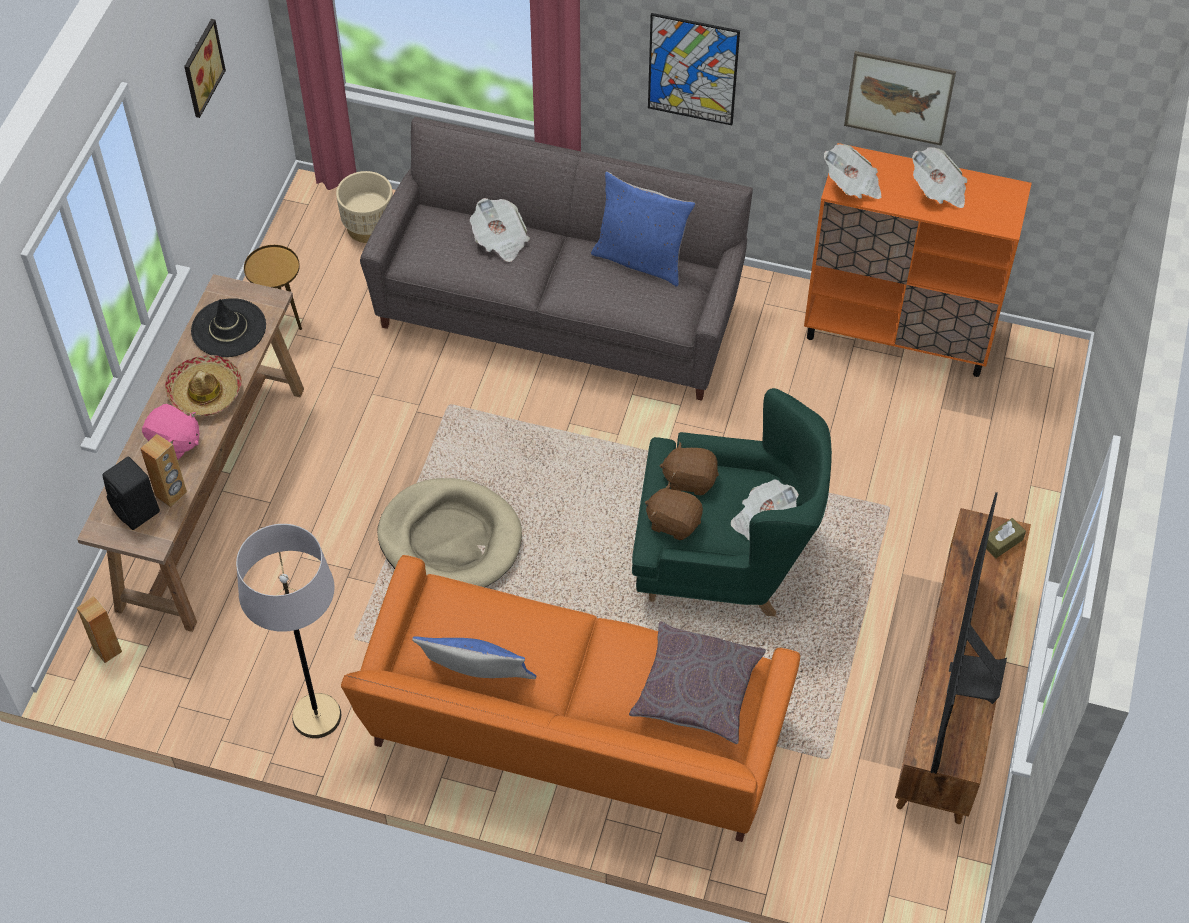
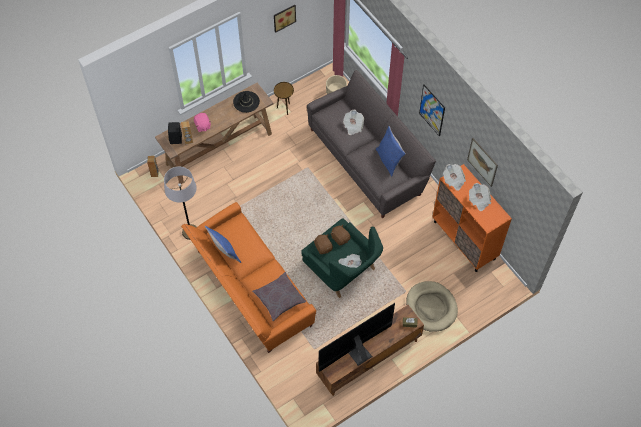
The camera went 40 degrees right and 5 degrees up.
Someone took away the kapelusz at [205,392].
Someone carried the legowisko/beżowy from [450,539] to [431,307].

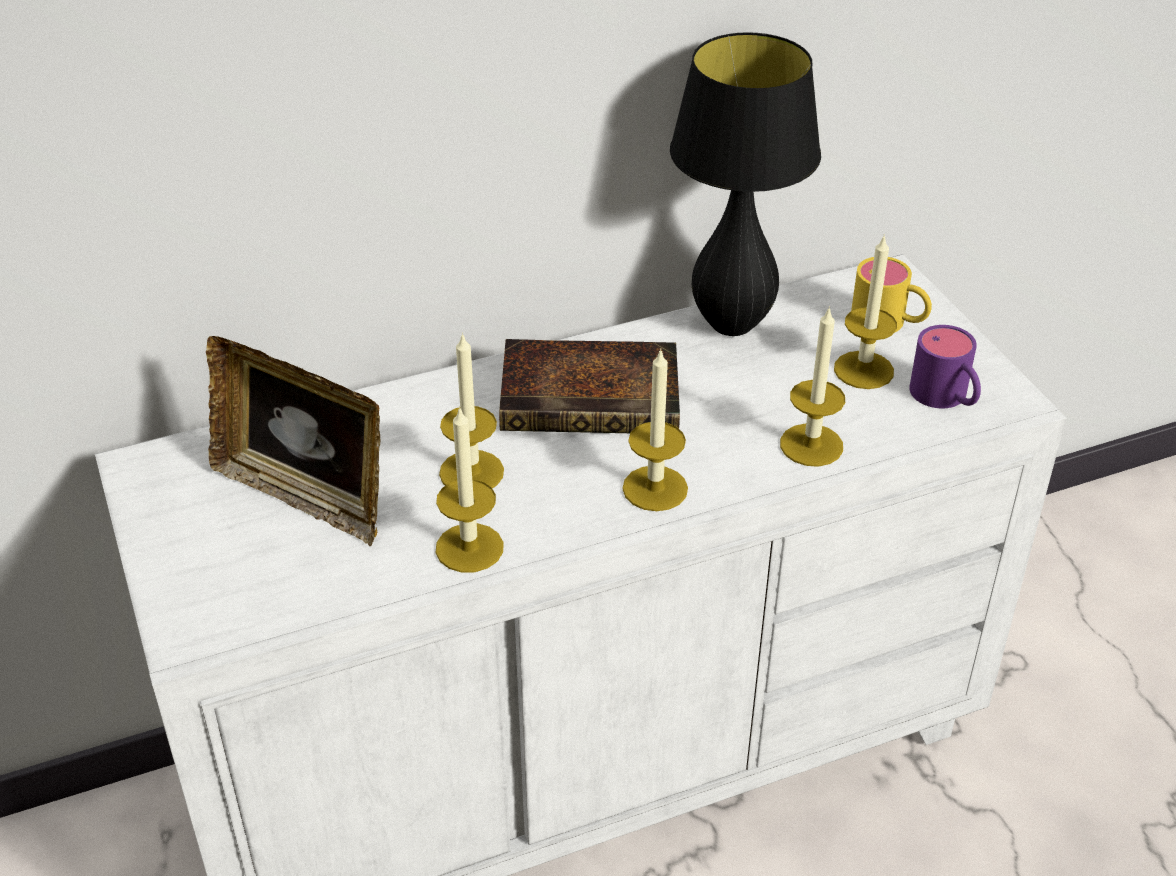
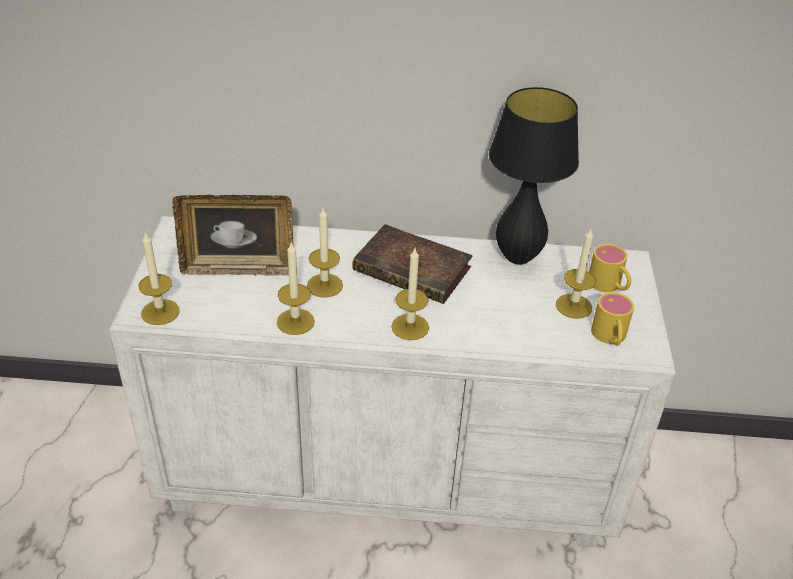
The camera went 25 degrees right and 0 degrees up.
Someone carried the świeca from [811,445] to [160,312].
Someone repainted the kubek/fioletowy at [946,398], which became the kubek/żółty at [610,337].
Someone rotated the ramka na zdjęcie at [304,495] by 60 degrees counterclockwise.

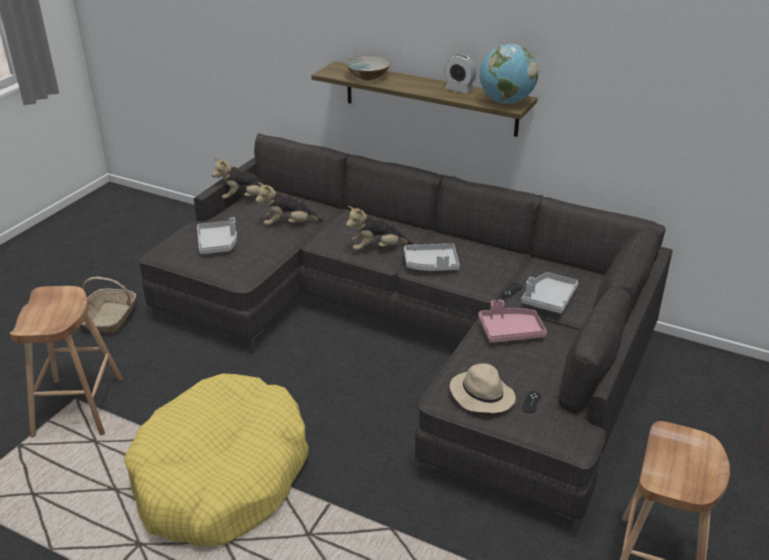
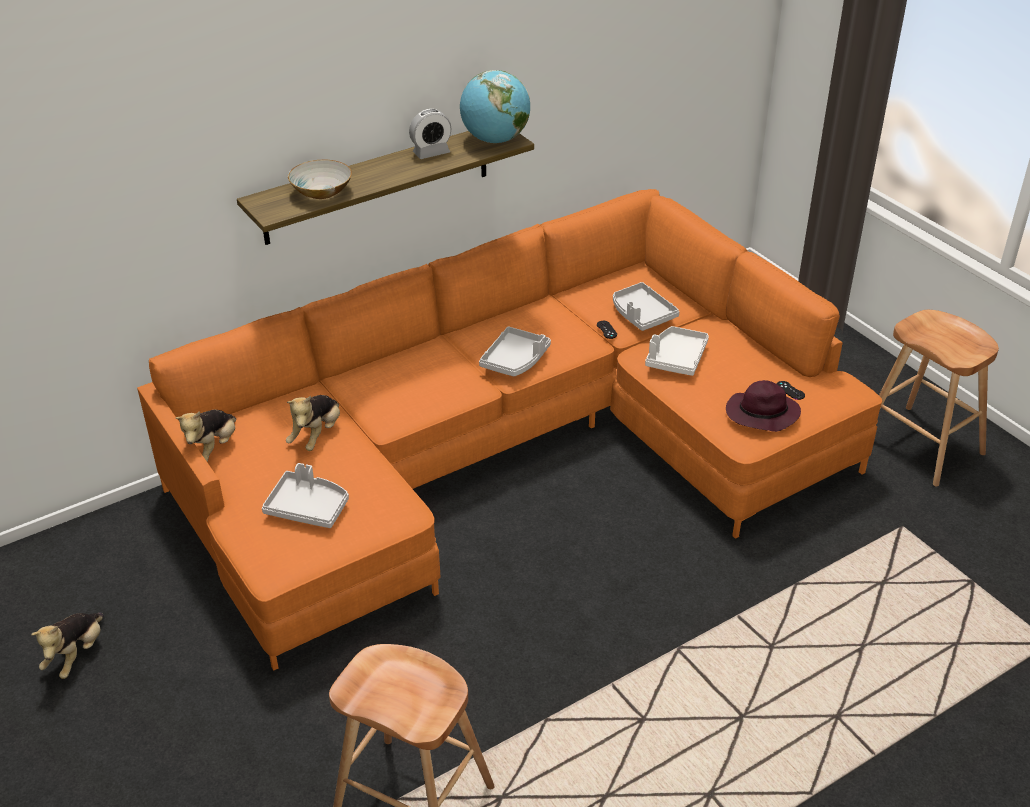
The camera went 60 degrees left and 5 degrees up.
Someone repainted the kanapa/szary at [413,334], which became the kanapa/pomarańczowy at [511,453].
Someone carried the pluszak from [377,249] to [76,655].
Someone took away the koszyk at [110,318].
Someone repainted the taca/różowy at [510,331], which became the taca/biały at [676,358].
Someone repainted the kapelusz/beżowy at [481,395], which became the kapelusz/fioletowy at [761,414].
Someone took away the legowisko/żółty at [221,476].

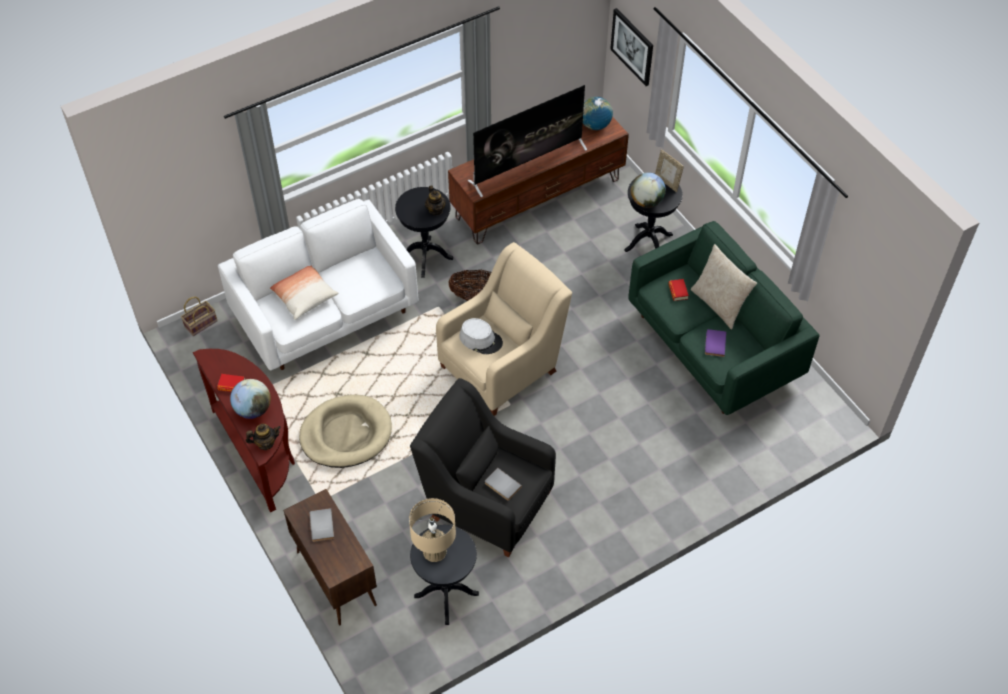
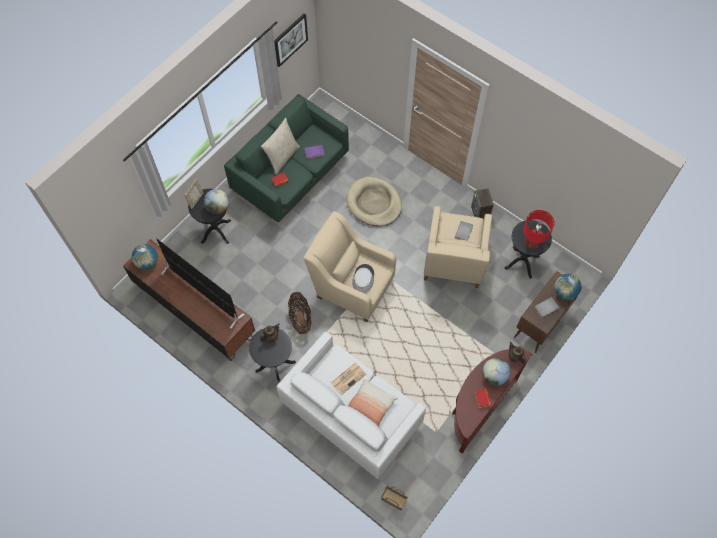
The camera went 110 degrees left and 10 degrees up.
Someone carried the obraz from [632,46] to [290,39].
Someone repainted the fotel/czarny at [486,501], which became the fotel/beżowy at [453,262].
Someone carried the legowisko/beżowy from [346,434] to [374,203].
Someone repainted the lampa stołowa/beżowy at [434,551], which became the lampa stołowa/czerwony at [532,242].
Someone put down the głośnik at [480,213].
Someone put down the globus at [565,292].
Someone put down the gazeta at [348,378].

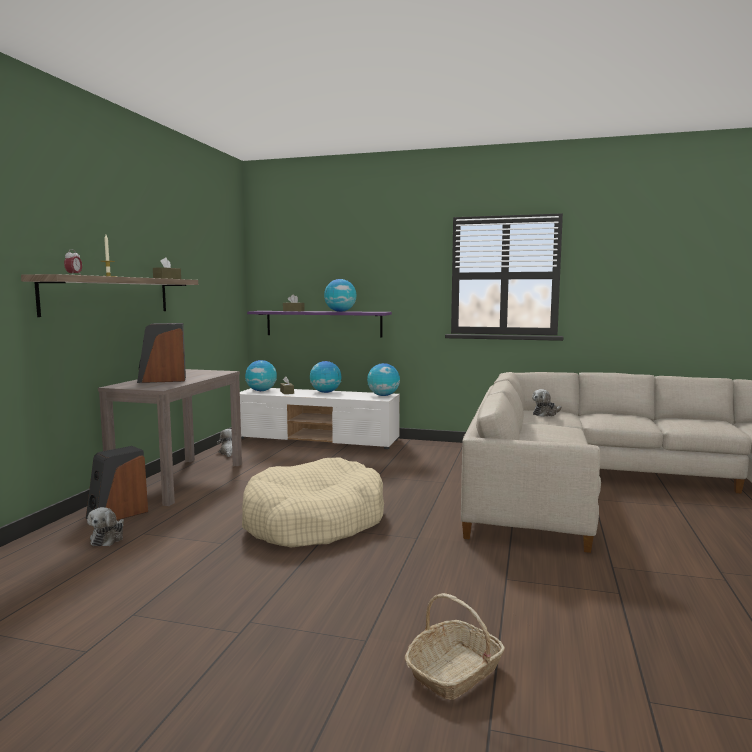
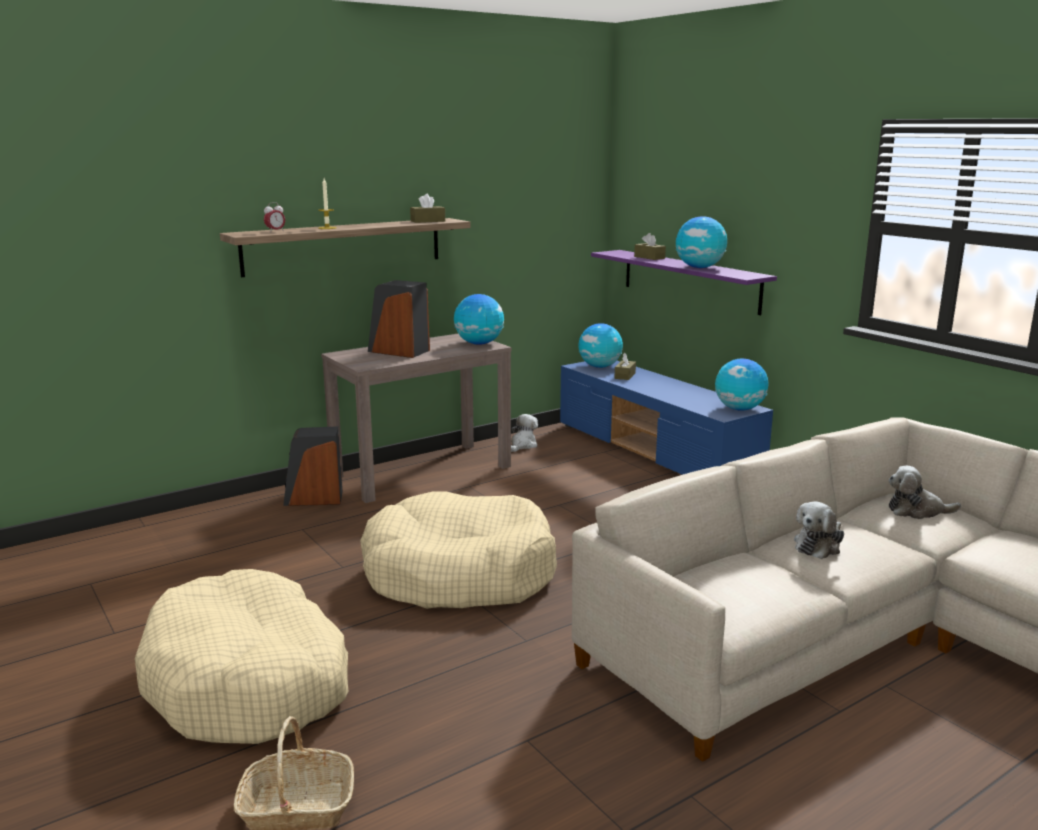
The camera went 40 degrees right and 10 degrees up.
Someone carried the globus from [325,392] to [479,343].
Someone repainted the szafka pod telewizor/biały at [318,439], which became the szafka pod telewizor/niebieski at [656,451].
Someone carried the pluszak from [108,538] to [819,545].
Someone put down the legowisko/beżowy at [249,681].

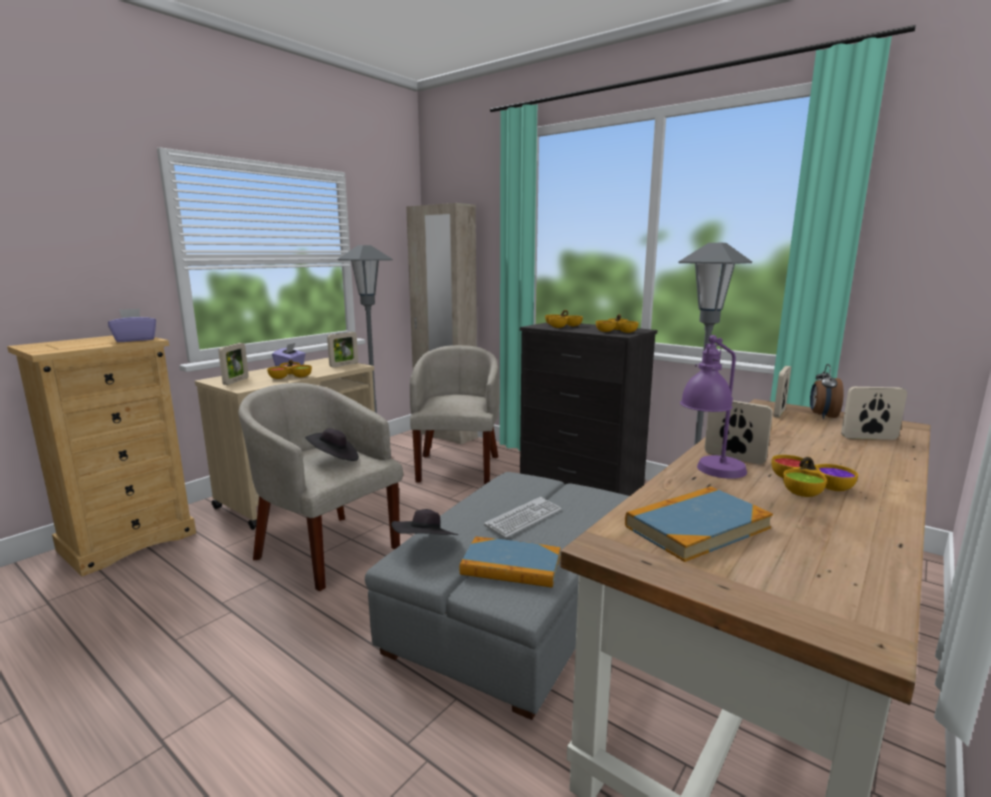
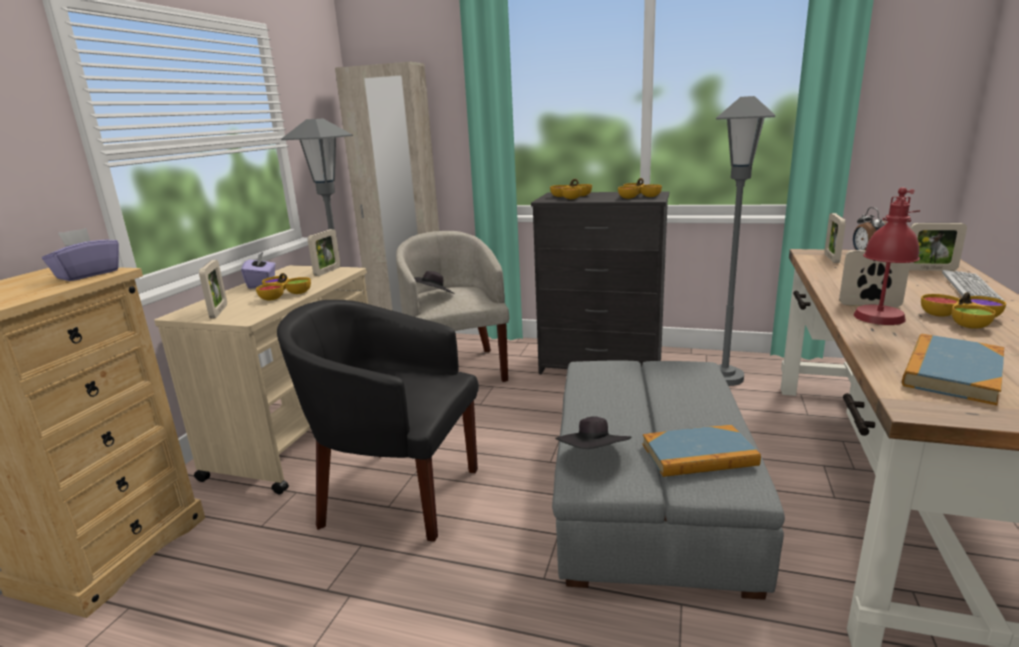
The camera went 20 degrees left and 5 degrees up.
Someone repainted the lampa stołowa/fioletowy at [710,474], which became the lampa stołowa/czerwony at [879,323].
Someone repainted the fotel/beżowy at [326,549], which became the fotel/czarny at [395,493].
Someone rotated the ramka na zdjęcie at [869,438] by 150 degrees counterclockwise.
Someone carried the kapelusz/czarny from [334,459] to [434,296].
Someone carried the klawiatura from [524,518] to [970,287].

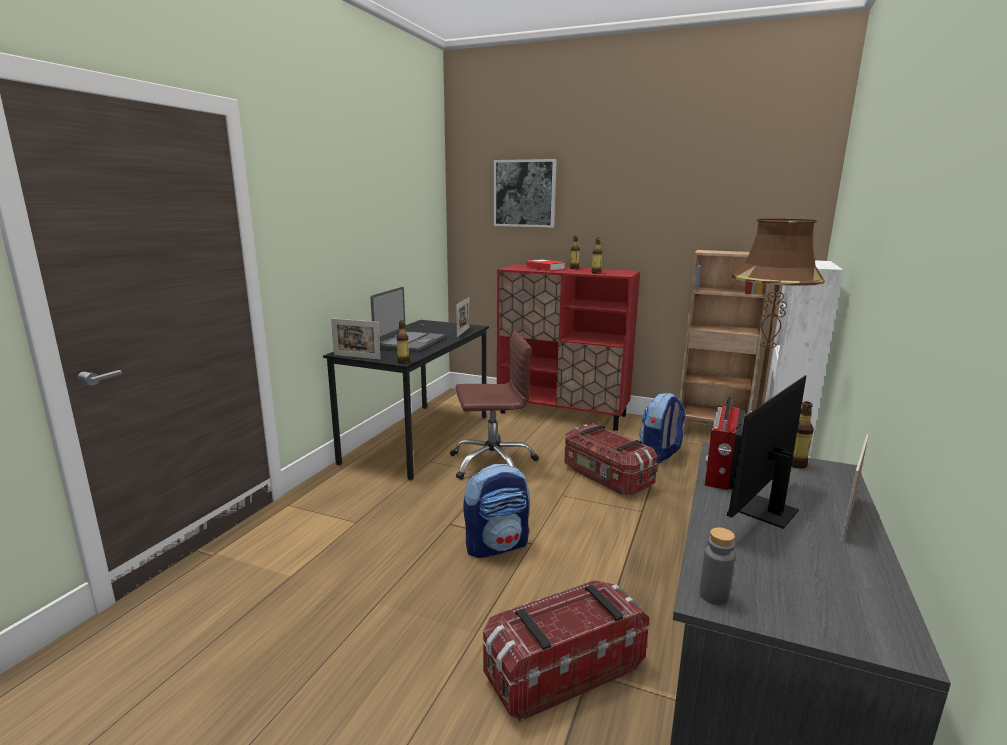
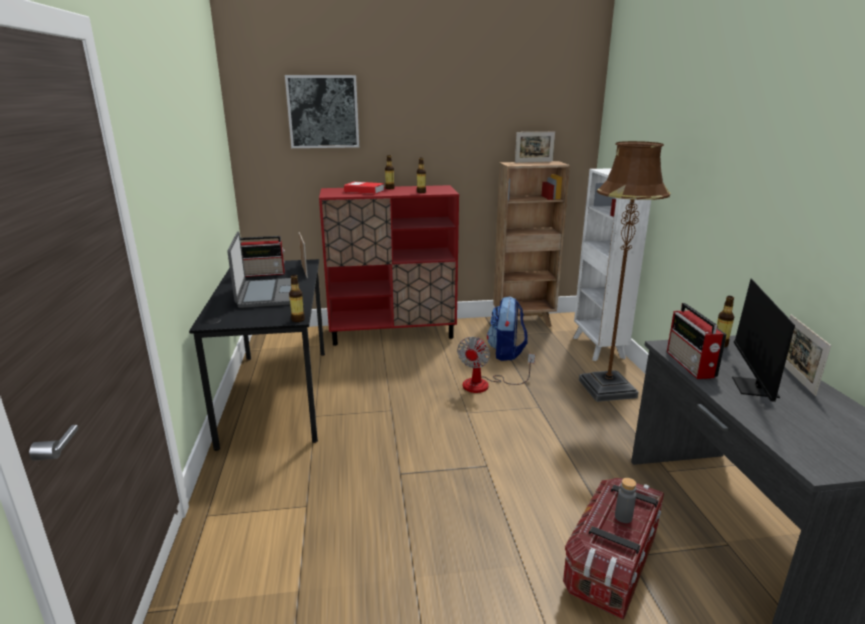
The camera went 30 degrees left and 5 degrees up.
Someone carried the ramka na zdjęcie from [357,357] to [534,162].
Someone took away the krzesło biurowe/brązowy at [492,463].
Someone swapped the pojemnik do przechowywania at [605,477] for the wentylator at [485,385].
Someone took away the plecak at [497,545].
Someone carried the butelka/szary from [713,595] to [623,517].
Someone put down the radio at [264,273].

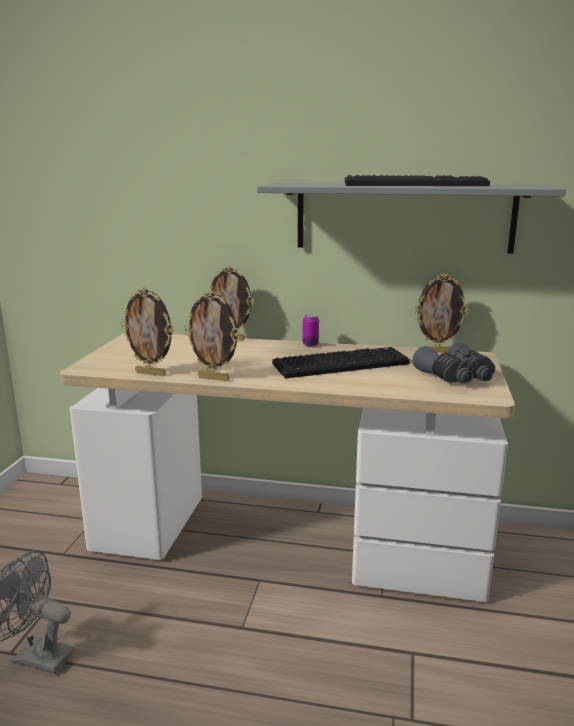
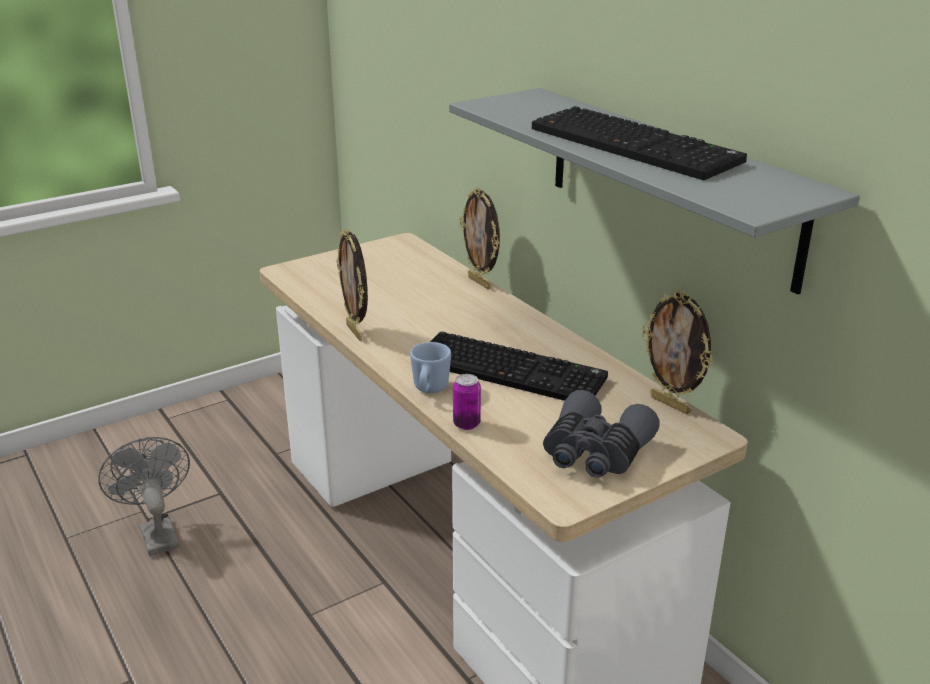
The camera went 45 degrees right and 10 degrees up.
Someone took away the ramka na zdjęcie at [151,373].
Someone carried the puszka from [310,345] to [466,424].
Someone put down the kubek/niebieski at [429,390].

